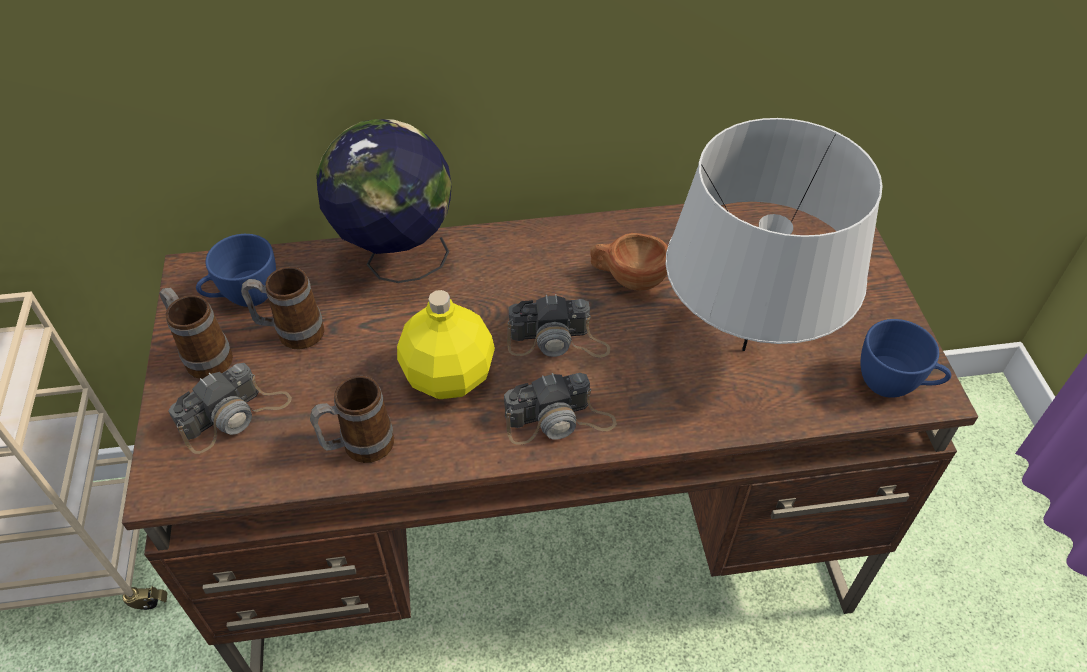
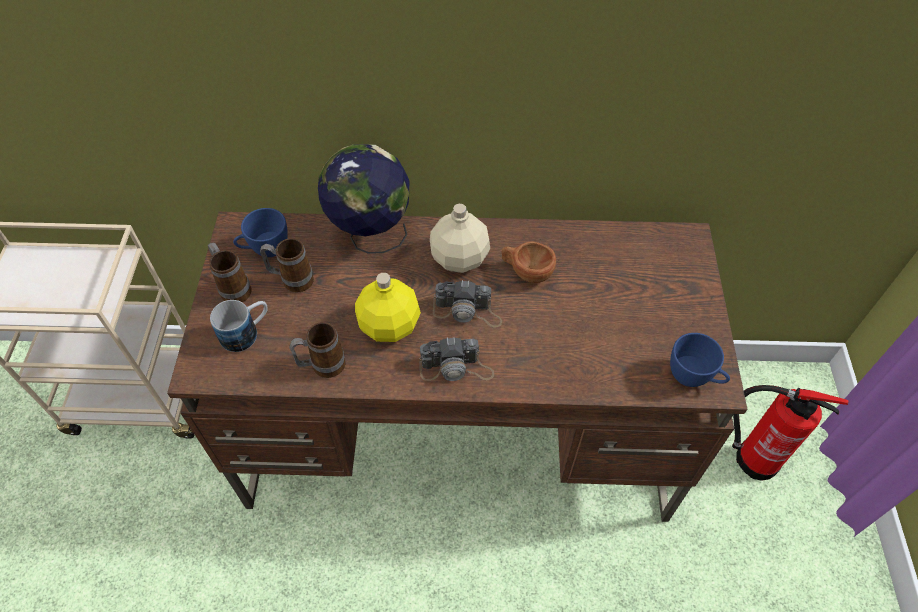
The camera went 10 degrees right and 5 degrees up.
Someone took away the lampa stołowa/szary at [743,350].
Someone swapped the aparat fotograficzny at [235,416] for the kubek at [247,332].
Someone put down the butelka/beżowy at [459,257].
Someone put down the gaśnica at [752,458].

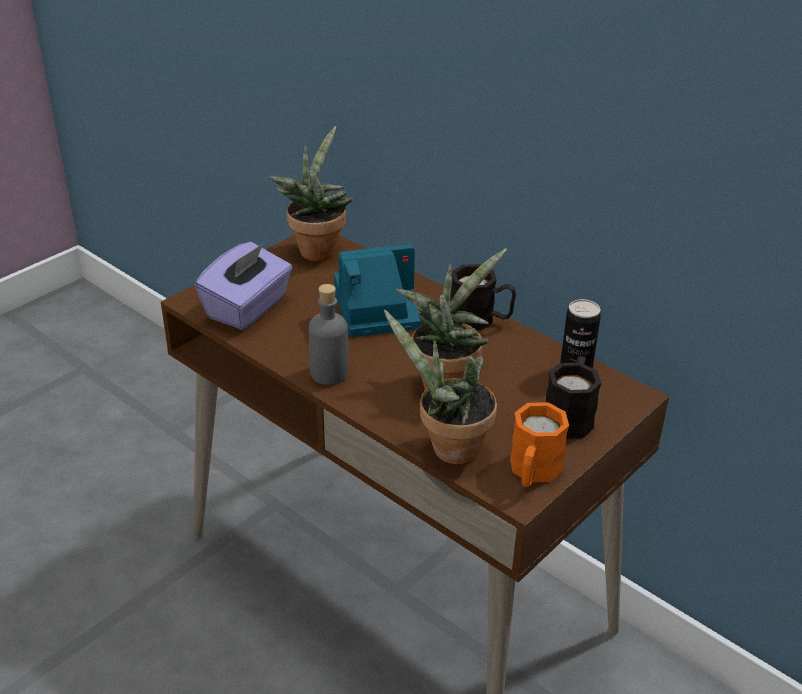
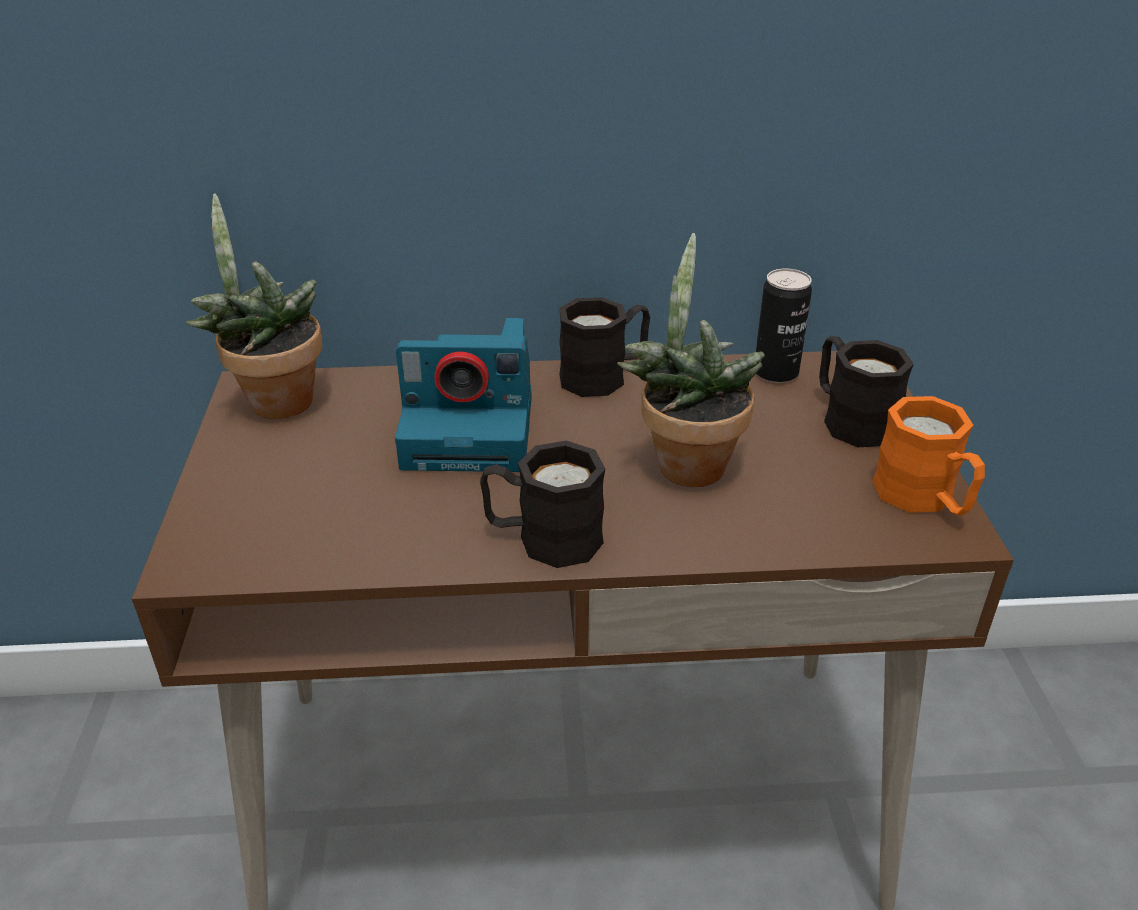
The camera went 45 degrees left and 0 degrees up.
Someone took away the pudełko chusteczek/fioletowy at [248,308].
Someone rotated the aparat fotograficzny at [375,310] by 120 degrees counterclockwise.
Someone swapped the butelka/szary at [329,373] for the kubek/czarny at [543,538].
Someone took away the roślina doniczkowa at [448,449].

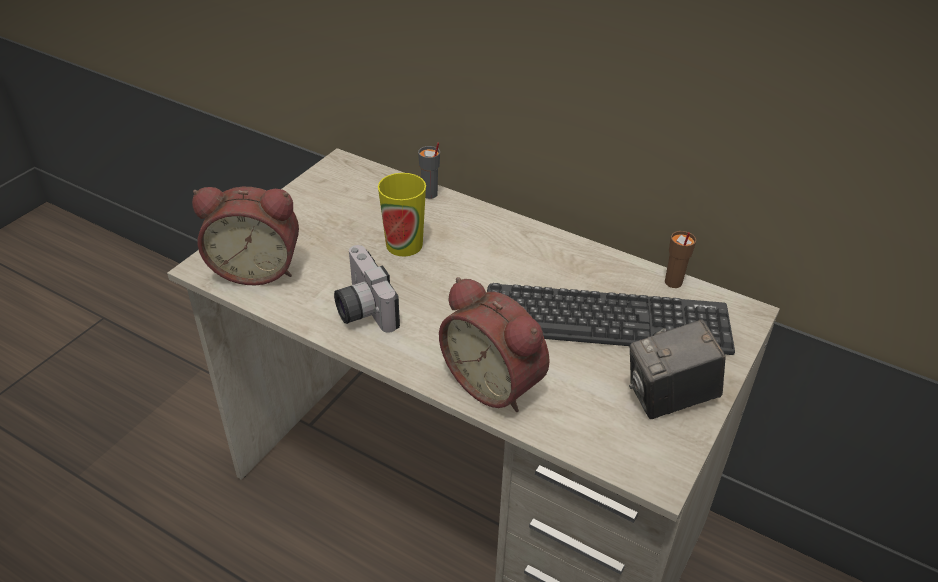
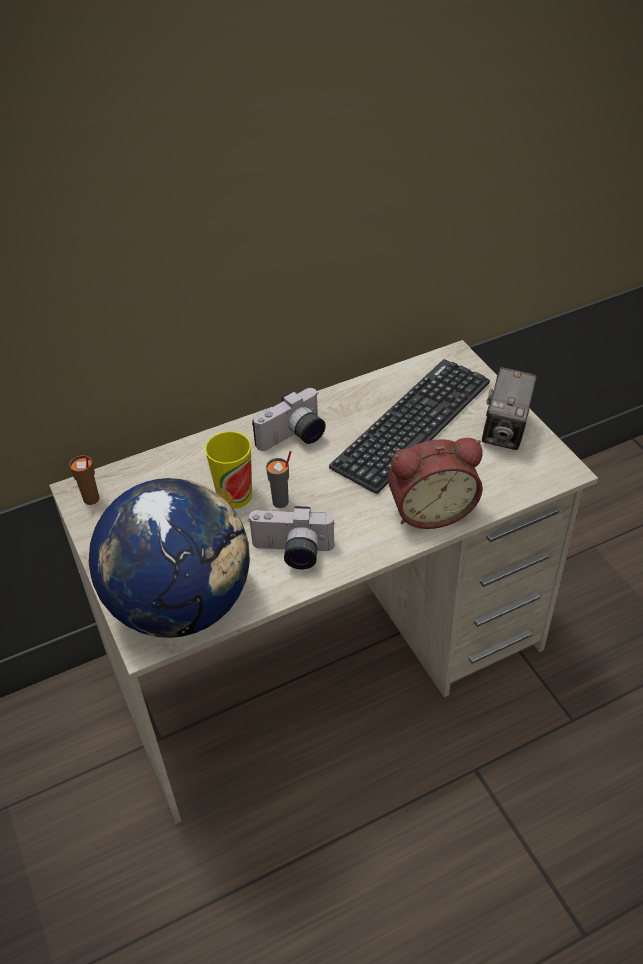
The camera went 55 degrees left and 5 degrees up.
Someone carried the filiżanka/szary from [430,194] to [281,502].
Someone swapped the budzik at [257,268] for the globus at [181,604].
Someone carried the filiżanka/brązowy from [673,282] to [91,499].
Someone put down the aparat fotograficzny at [294,438].

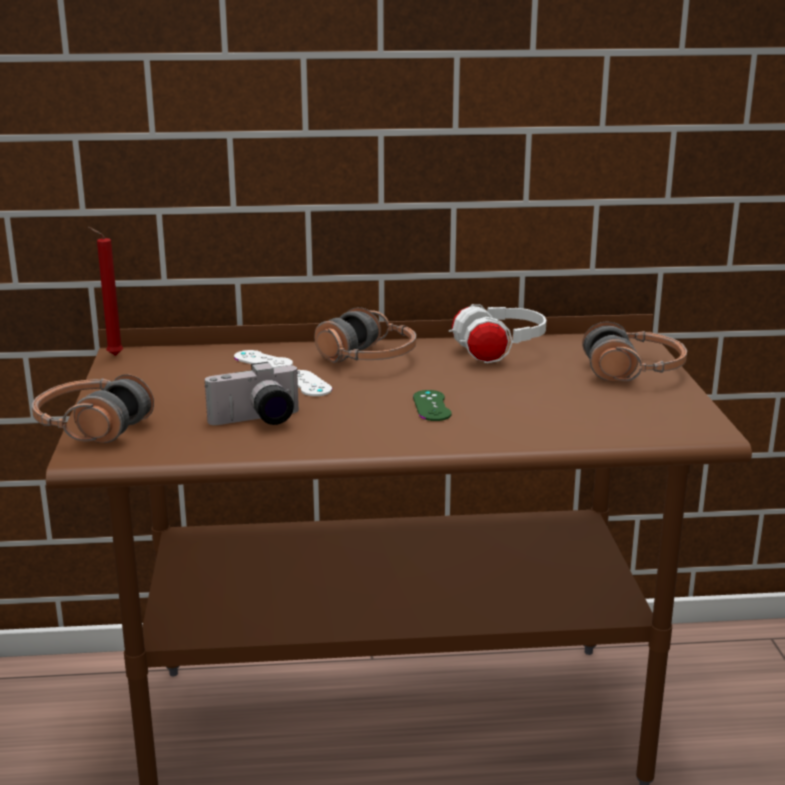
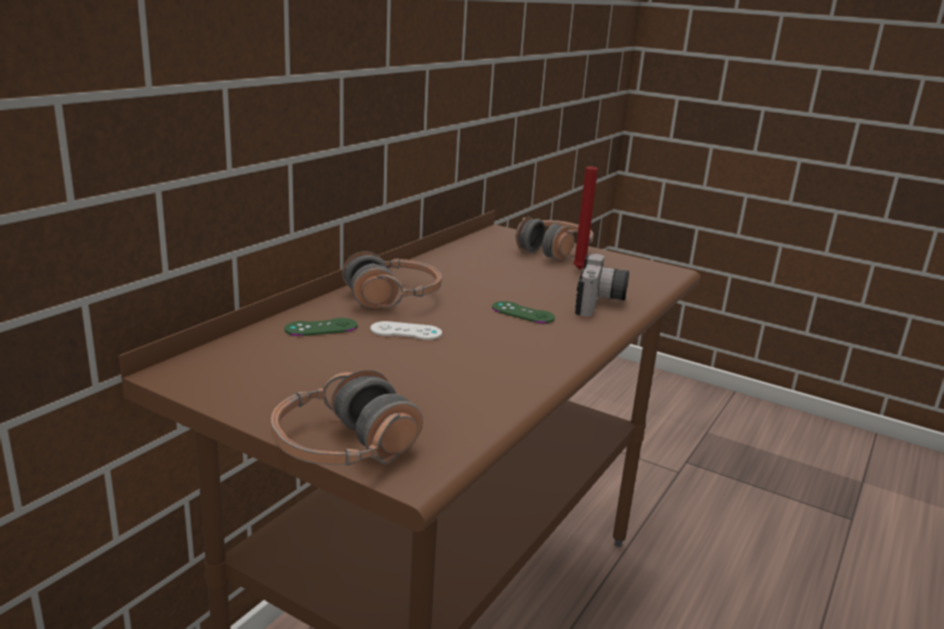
The camera went 55 degrees left and 0 degrees up.
Someone carried the świeca/czerwony from [112,355] to [578,270].
Someone took away the słuchawki/biały at [498,353].
Someone repainted the pad do gier/biały at [263,360], which became the pad do gier/zielony at [321,327].
Someone carried the aparat fotograficzny from [257,421] to [601,303].

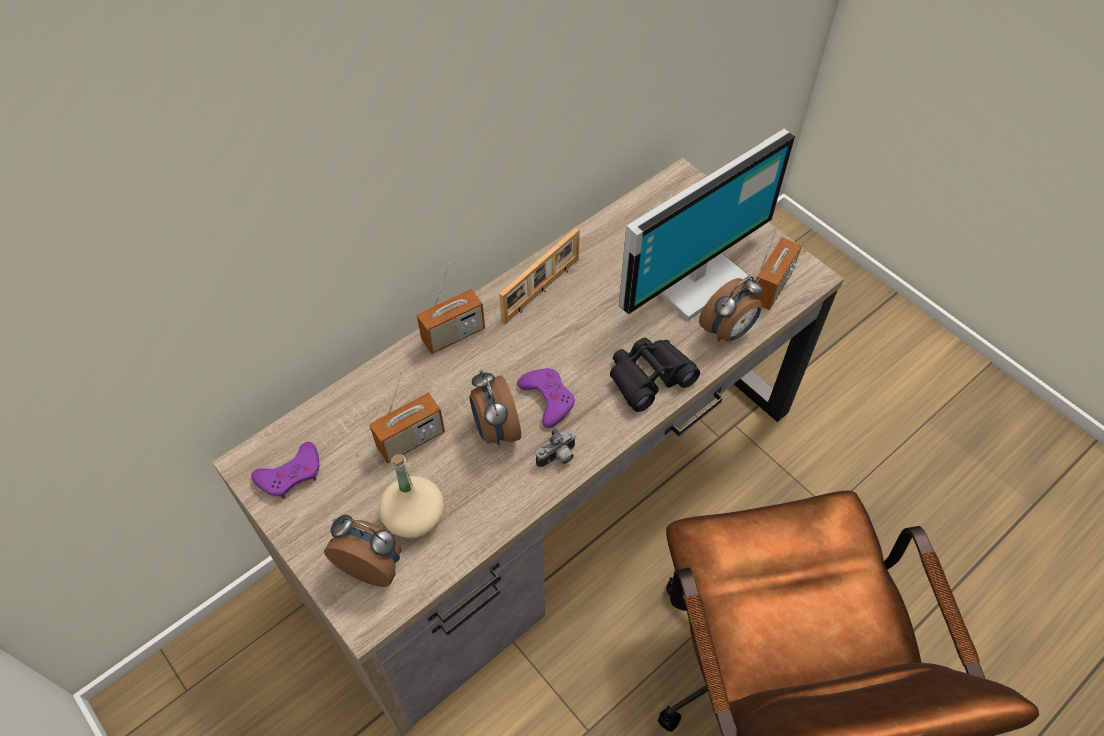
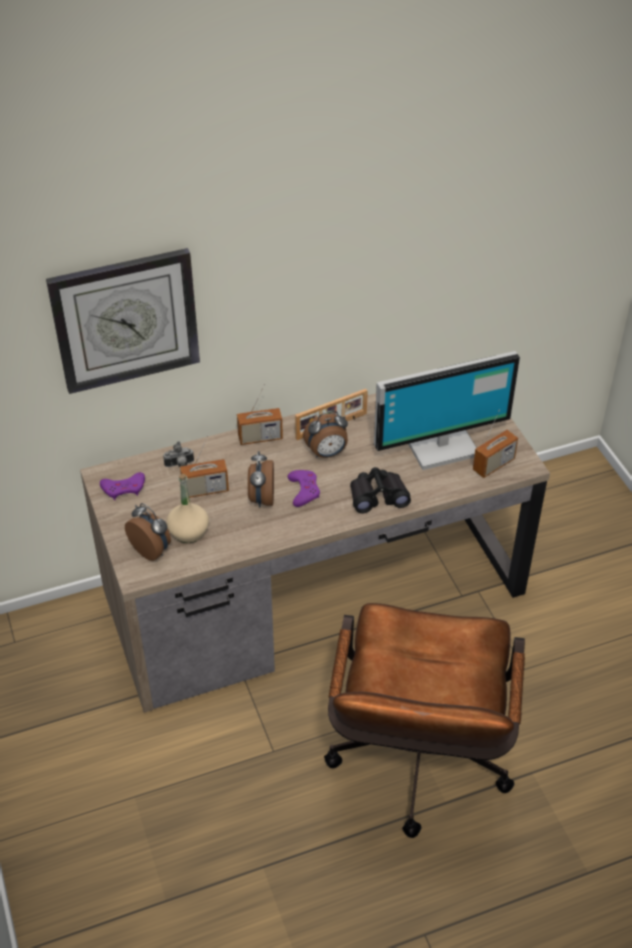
The camera went 20 degrees right and 10 degrees down.
Someone carried the budzik from [728,331] to [327,453].
Someone carried the aparat fotograficzny from [558,458] to [179,465].
Someone put up the zegar ścienny at [125,320].

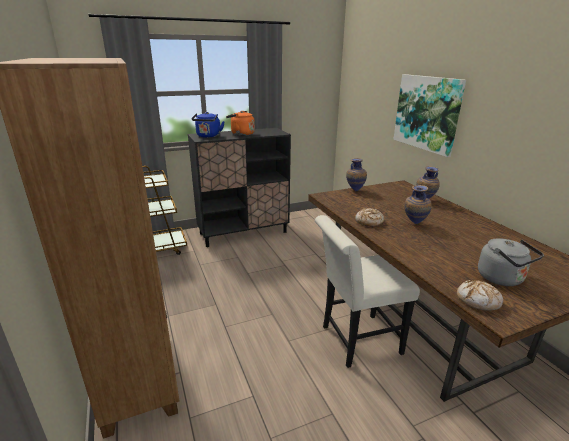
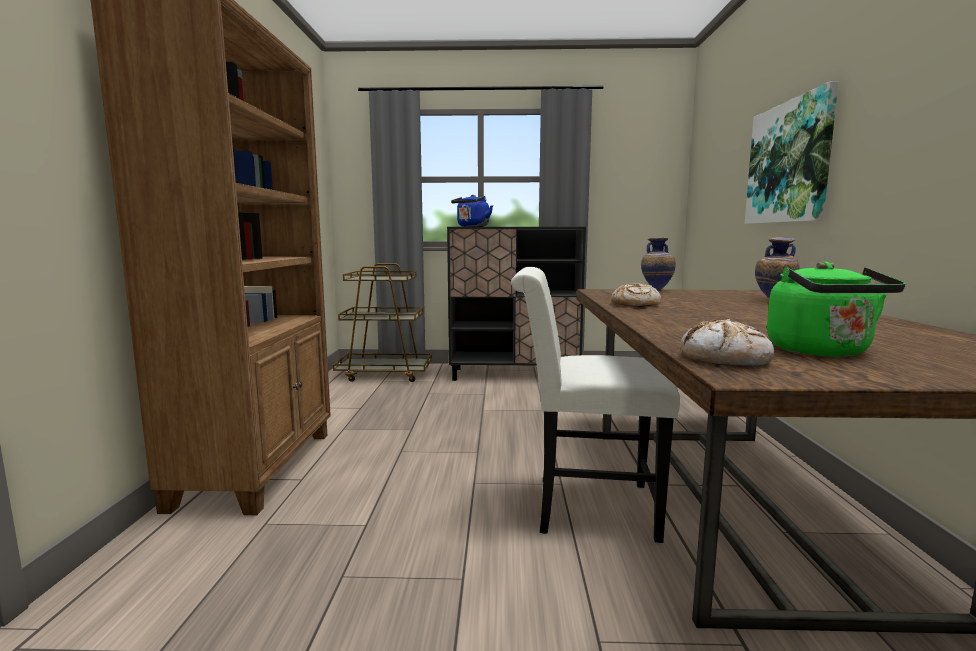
The camera went 25 degrees right and 15 degrees down.
Someone took away the czajnik/pomarańczowy at [241,134].
Someone took away the wazon at [414,224].
Someone repainted the czajnik/szary at [502,279], which became the czajnik/zielony at [822,352].

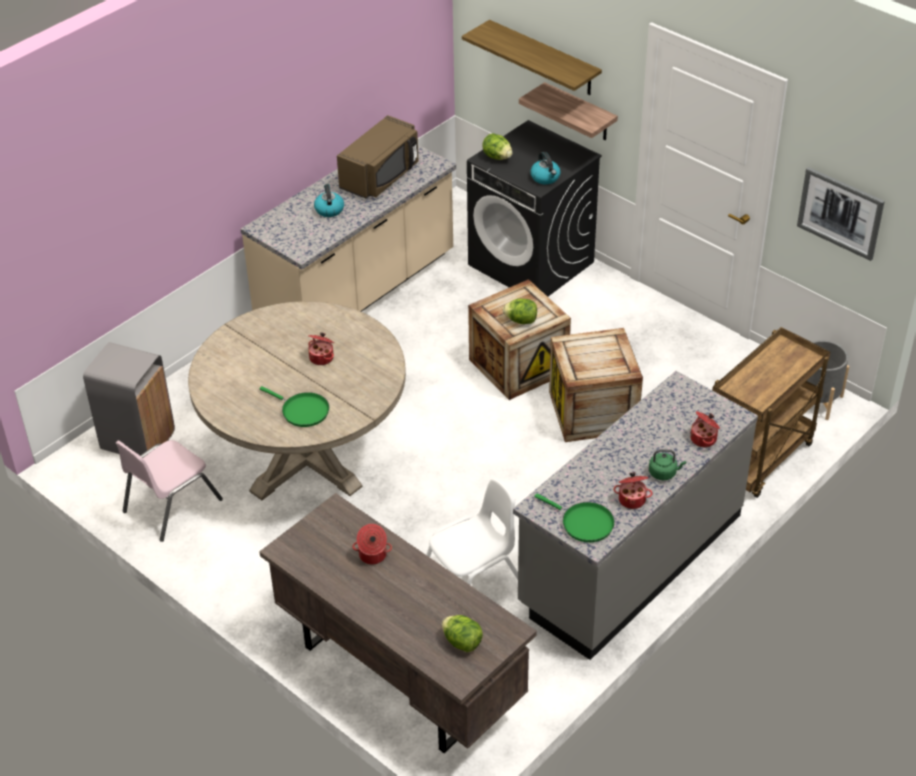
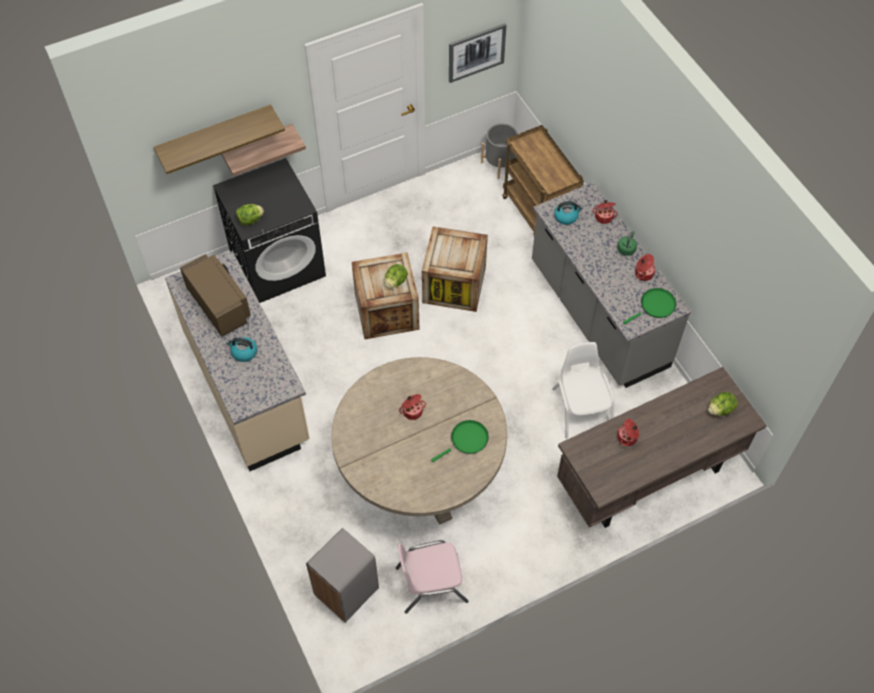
The camera went 70 degrees left and 15 degrees up.
Someone carried the czajnik from [545,178] to [566,217].
Someone rotated the krzesło/różowy at [171,505] by 105 degrees clockwise.

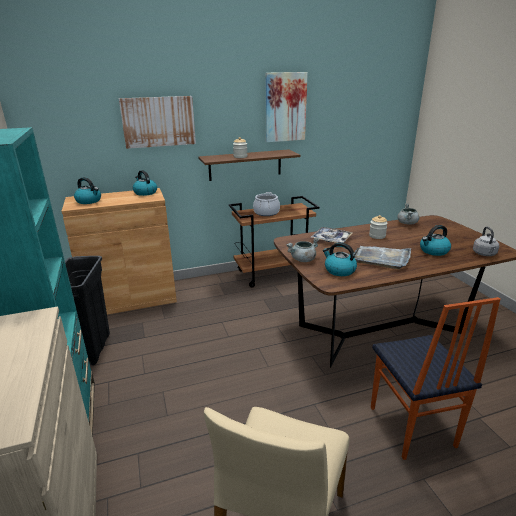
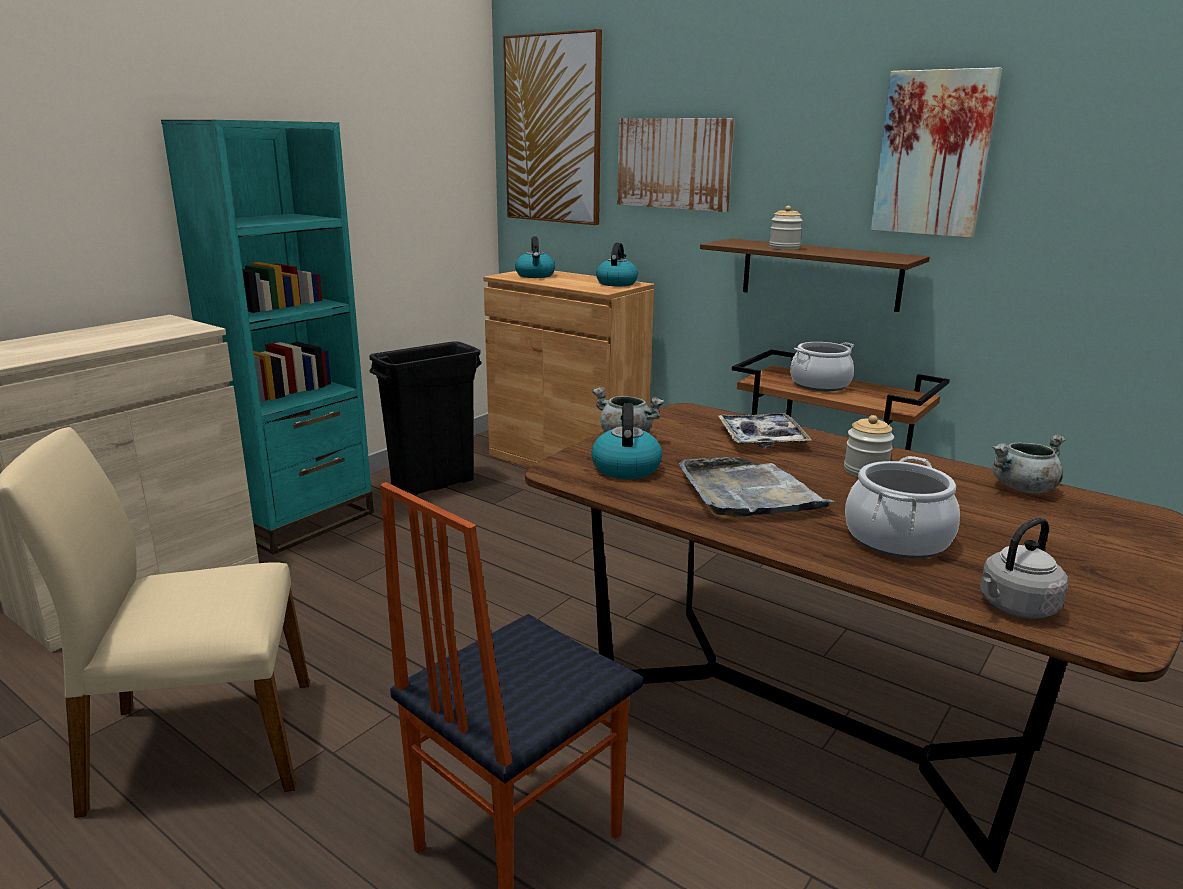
The camera went 55 degrees right and 5 degrees down.
Someone swapped the czajnik at [433,251] for the garnek at [897,539].
Someone put up the obraz at [553,130].

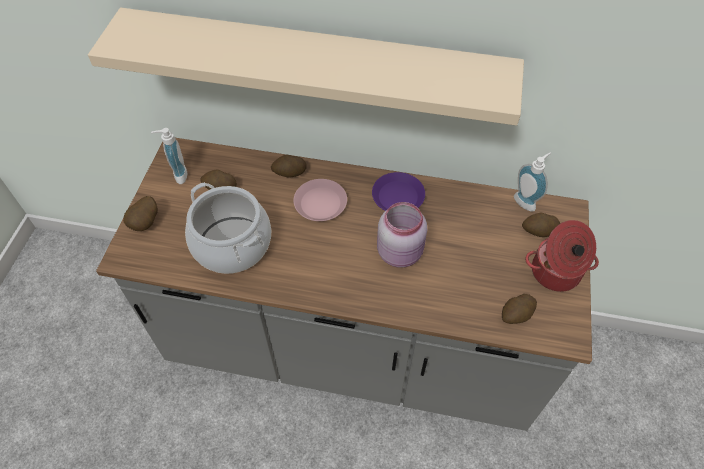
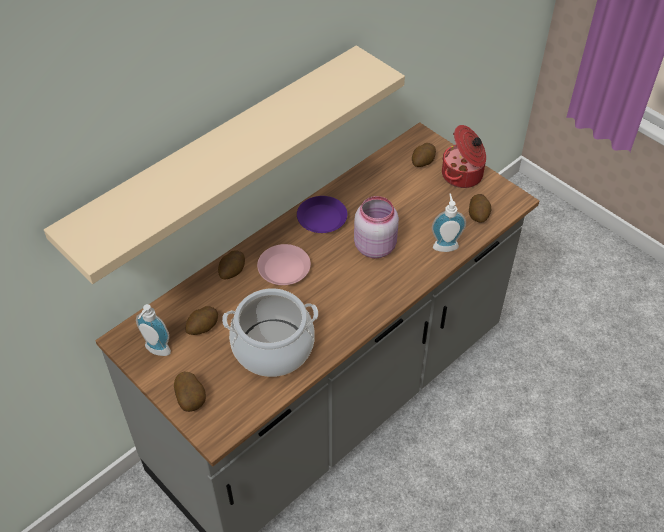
The camera went 55 degrees left and 5 degrees down.
Someone carried the dozownik mydła from [526,201] to [445,244].

